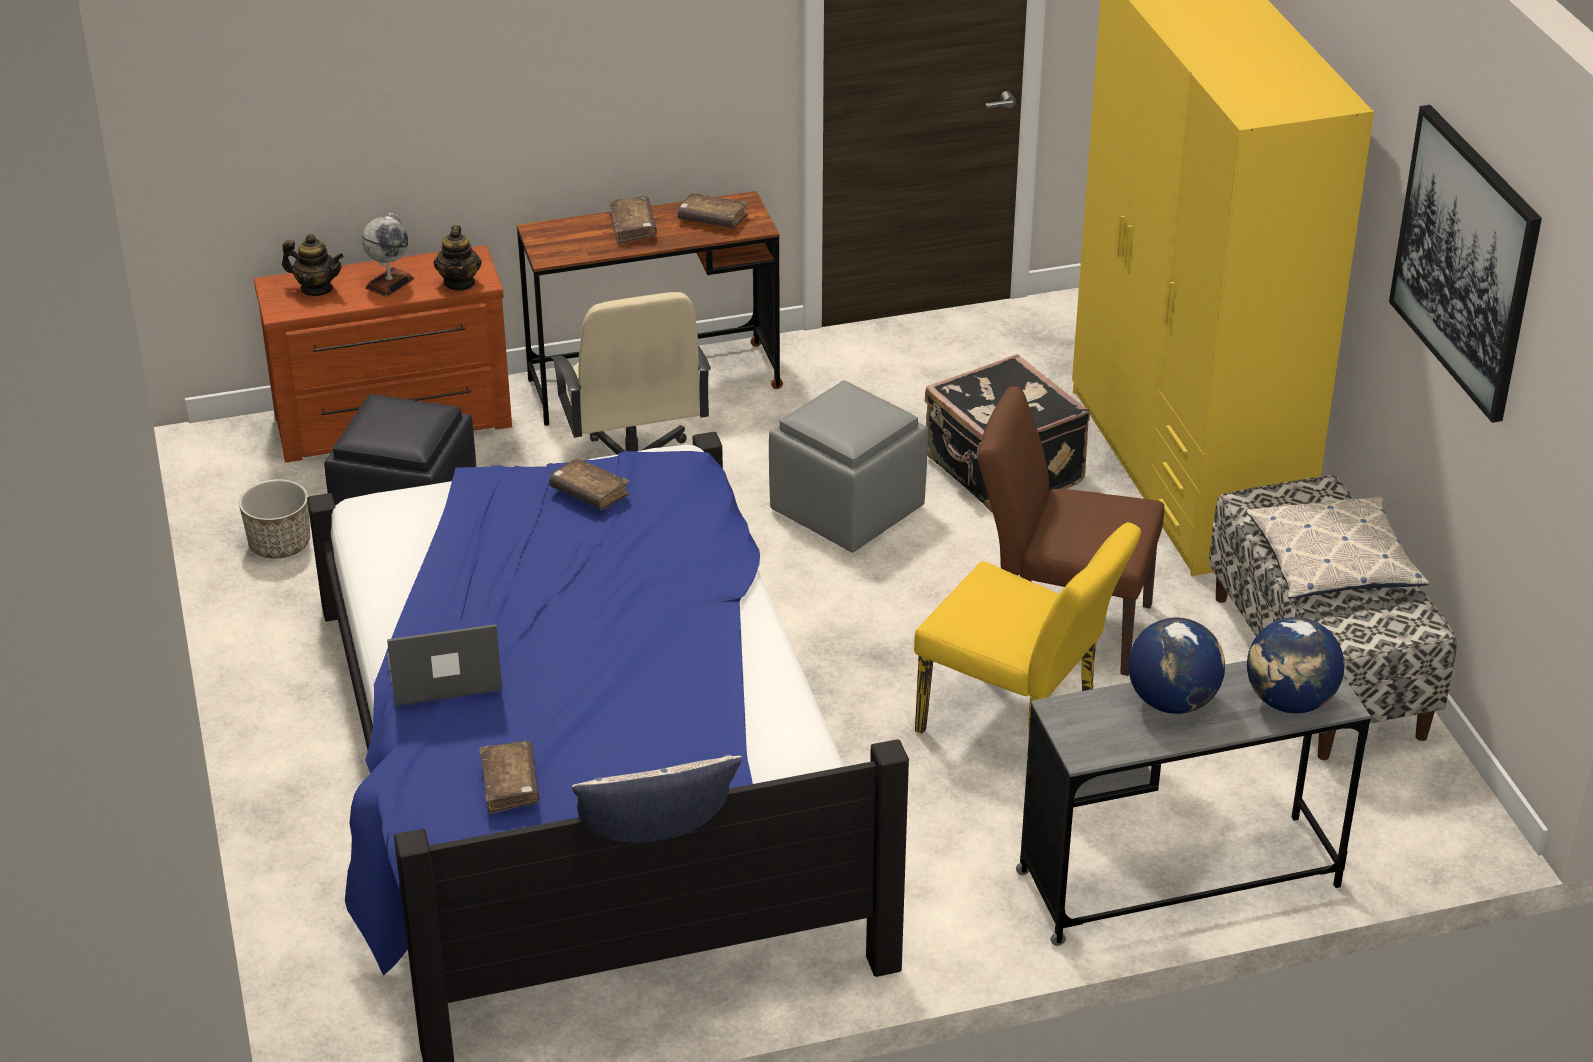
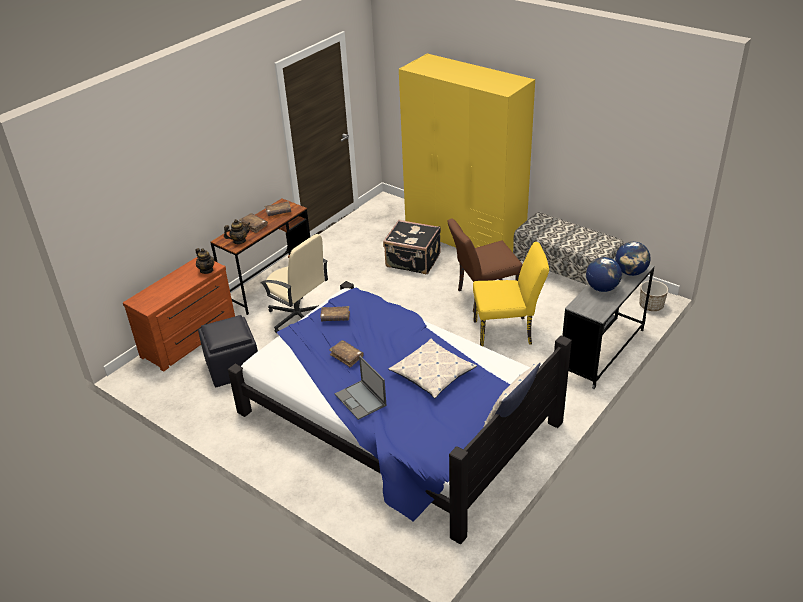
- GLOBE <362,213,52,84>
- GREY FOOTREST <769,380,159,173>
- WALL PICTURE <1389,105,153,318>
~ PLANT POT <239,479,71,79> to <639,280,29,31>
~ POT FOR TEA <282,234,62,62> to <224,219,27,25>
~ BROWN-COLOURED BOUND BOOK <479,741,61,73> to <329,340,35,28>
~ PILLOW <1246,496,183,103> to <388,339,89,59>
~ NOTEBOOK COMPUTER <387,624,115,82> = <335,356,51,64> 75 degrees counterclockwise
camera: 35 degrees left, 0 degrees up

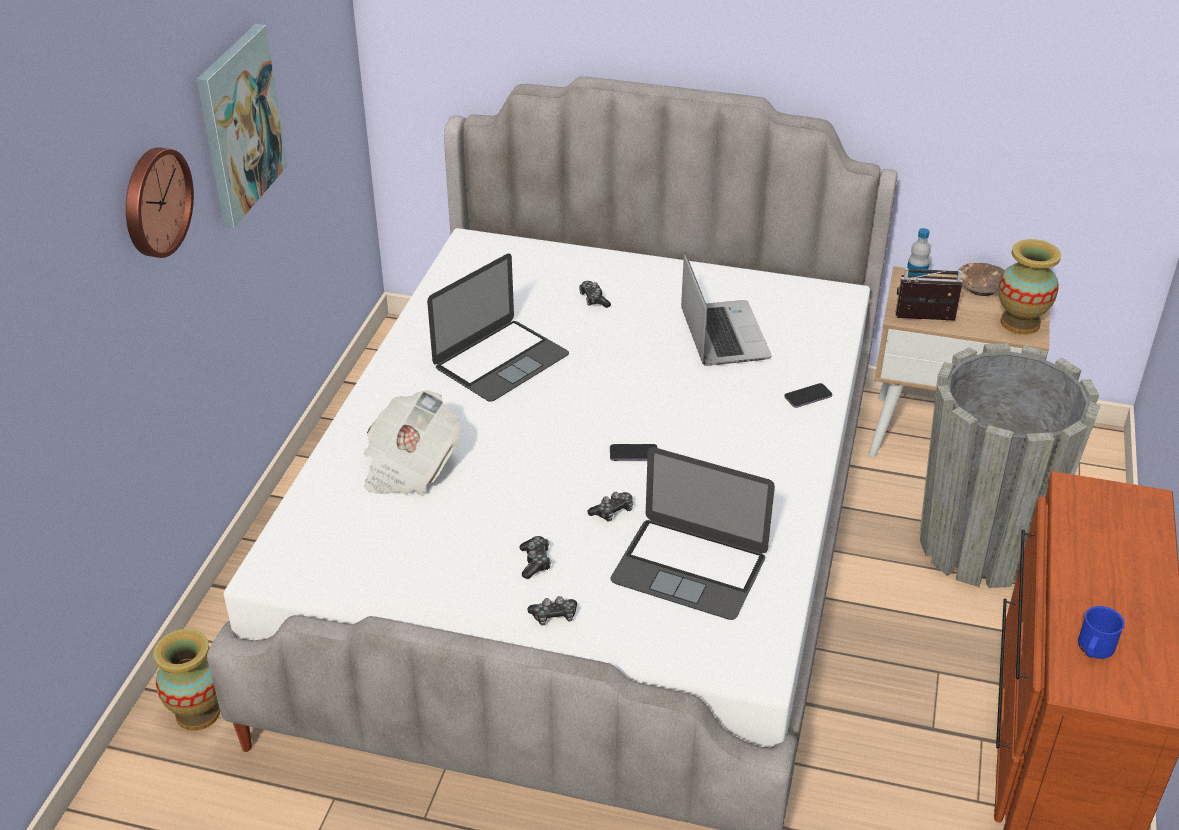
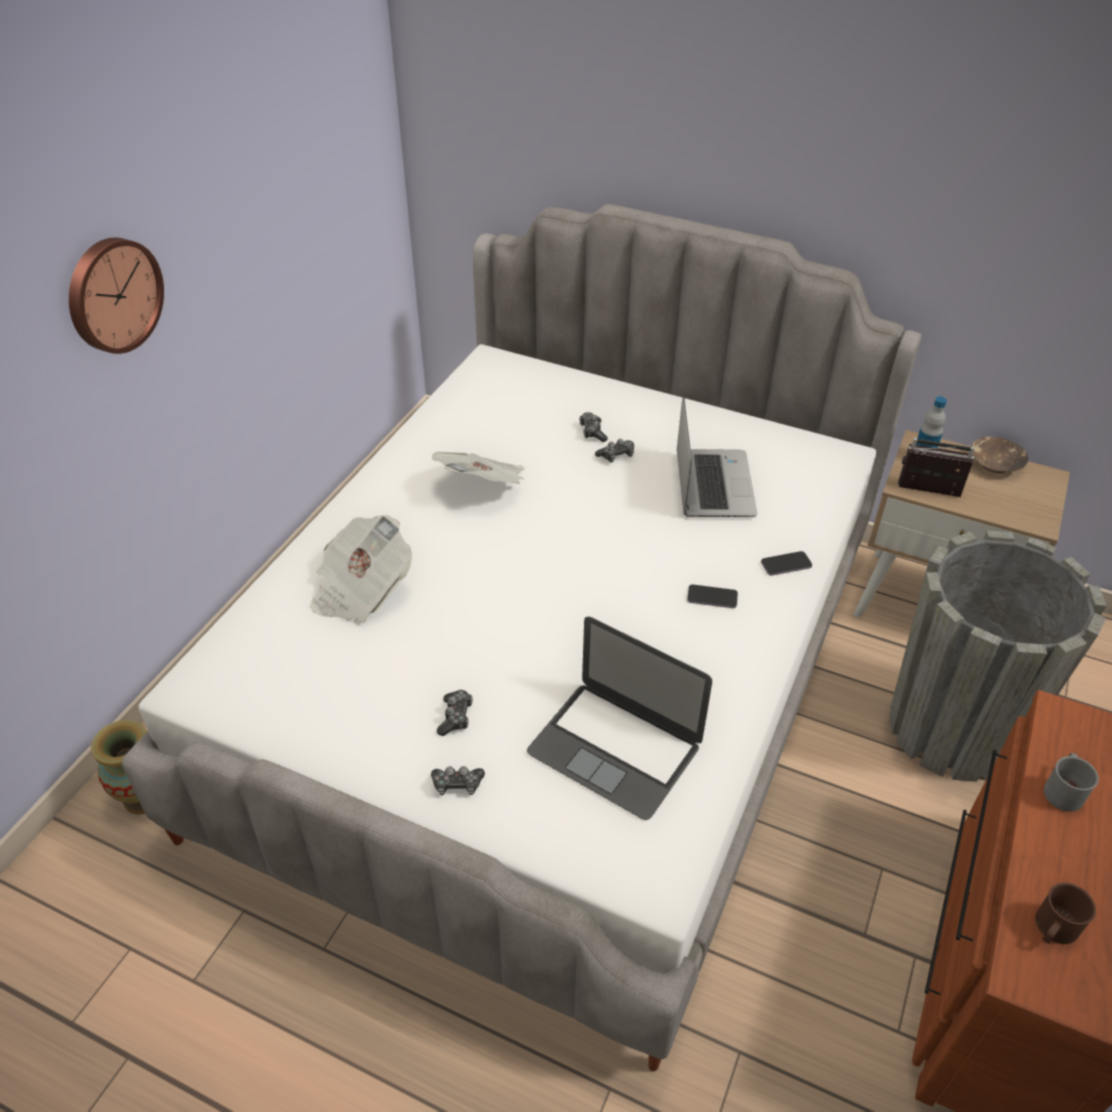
- WALL PICTURE <197,24,90,203>
- DECORATIVE VASE <999,239,62,96>
+ GREY MUG <1044,753,55,59>
~ GAME CONTROLLER <587,492,46,29> to <595,439,39,24>
~ PHONE <610,444,47,17> to <687,584,51,24>
~ NOTEBOOK COMPUTER <427,253,142,148> to NEWSPAPER <432,452,92,32>
~ BLUE-COLOURED MUG <1078,606,47,53> to BROWN-COLOURED MUG <1035,883,61,61>
camera: 10 degrees right, 5 degrees up

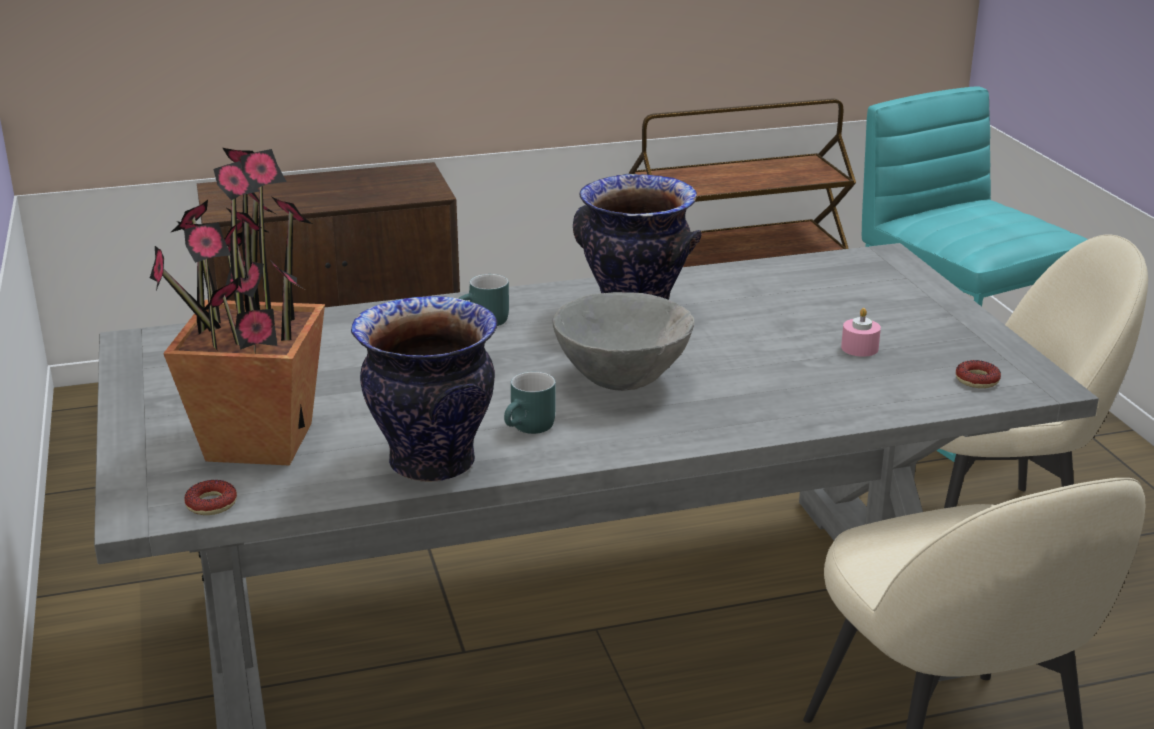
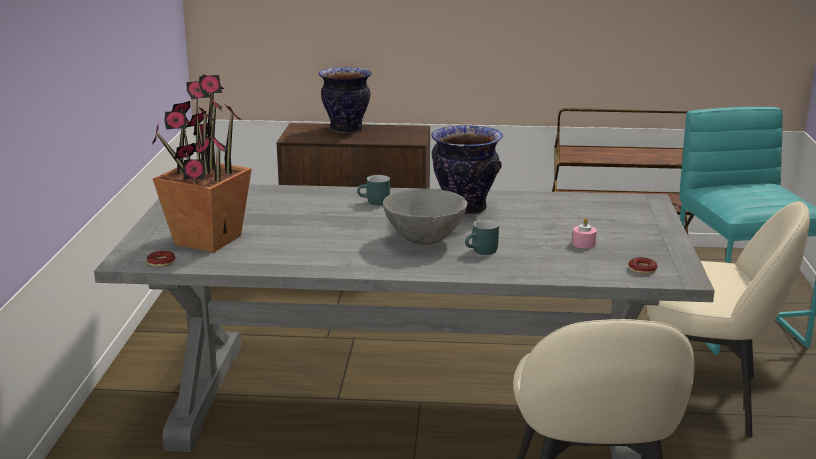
~ DECORATIVE VASE <351,296,147,186> to <319,67,53,66>
~ TURQUOISE MUG <504,372,51,62> to <465,220,34,35>
camera: 20 degrees right, 5 degrees down

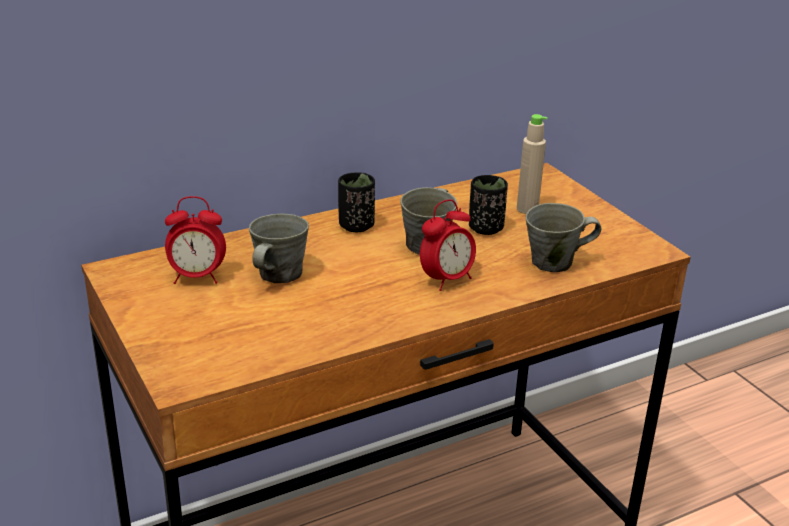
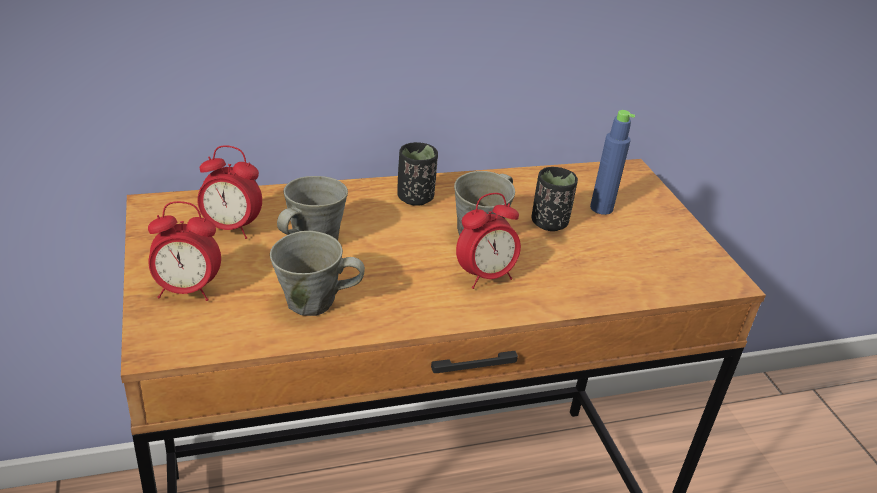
+ ALARM CLOCK <148,201,73,100>
~ GREY MUG <525,203,76,69> to <270,231,95,85>
~ BEIGE-COLOURED BOTTLE <517,114,30,100> to BLUE-COLOURED BOTTLE <590,110,45,105>
camera: 10 degrees right, 5 degrees up

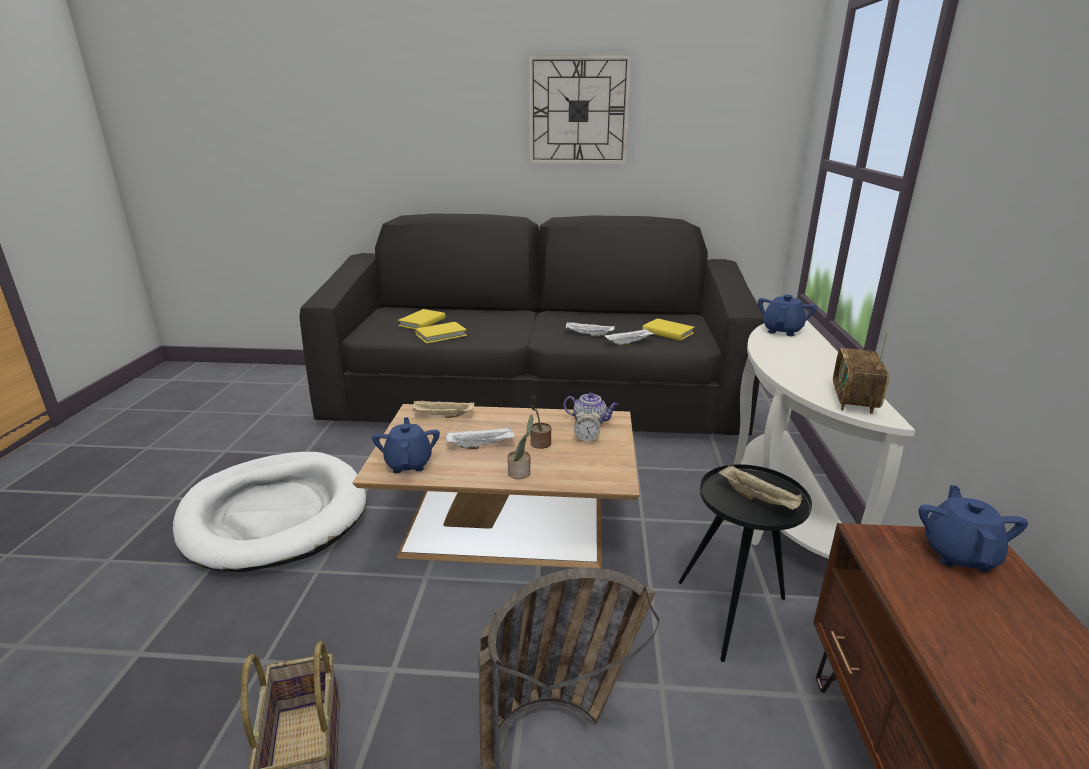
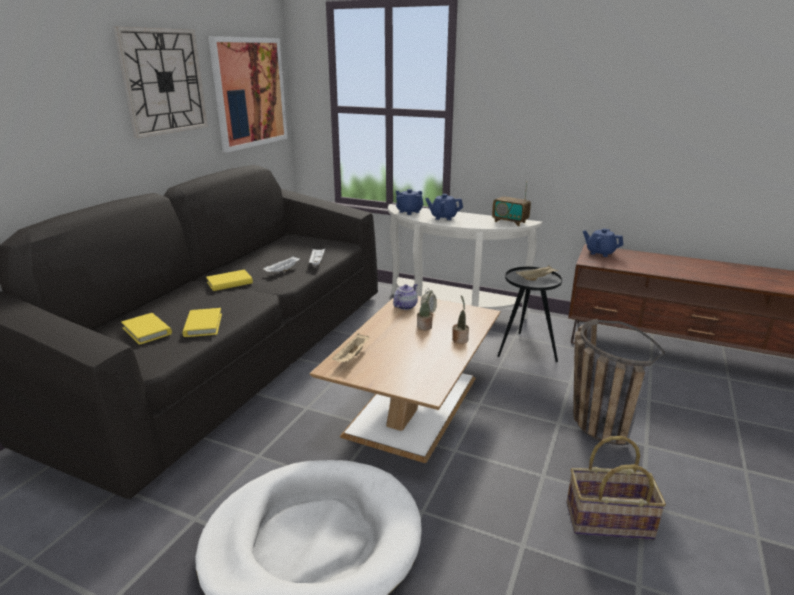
- WHITISH TRAY <446,426,69,23>
+ WALL PICTURE <208,36,80,116>
~ BLUE-COLOURED POT FOR TEA <372,417,68,56> to <425,194,38,26>
~ YELLOW-COLOURED BOUND BOOK <642,318,53,23> to <206,270,47,21>
camera: 70 degrees left, 0 degrees up

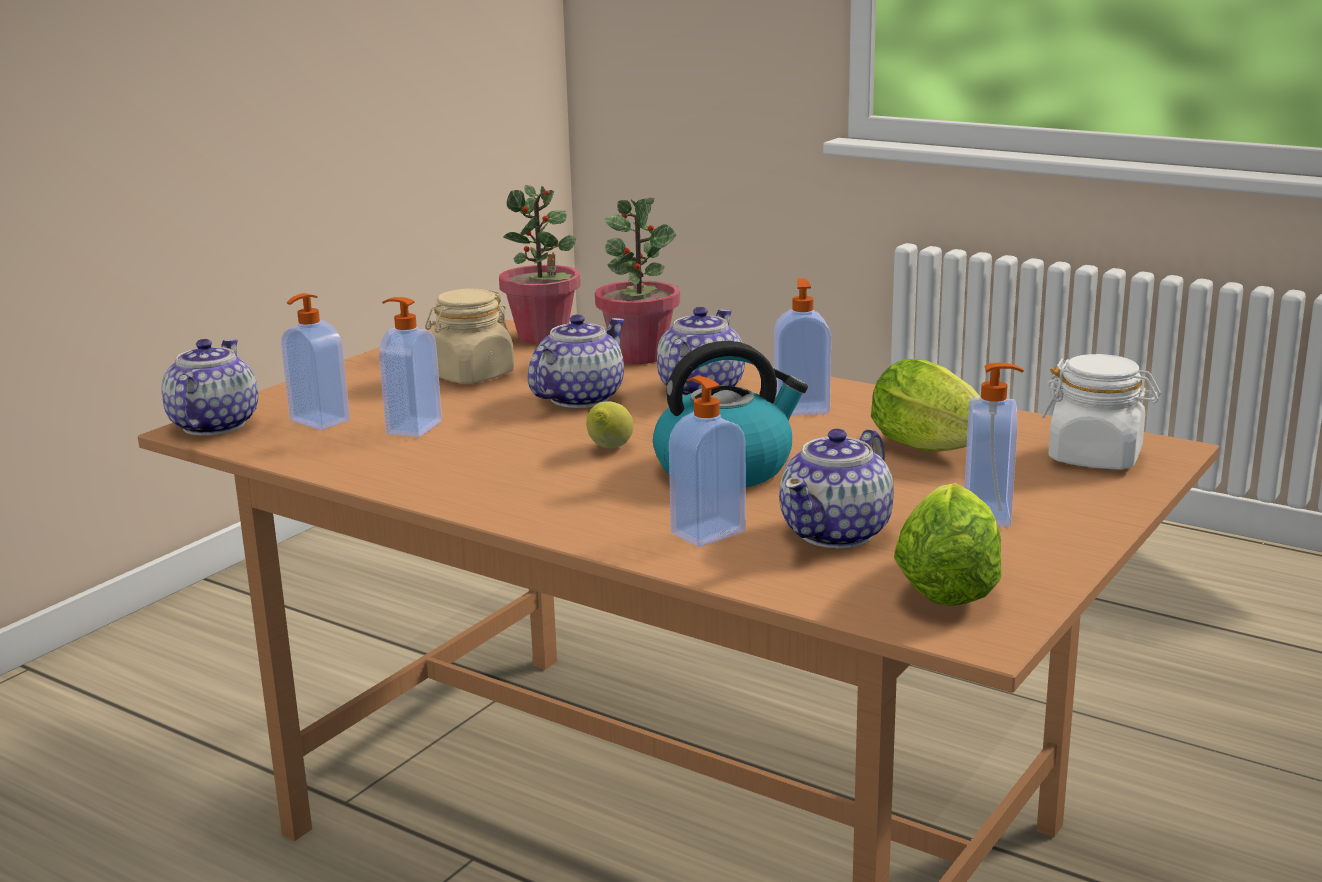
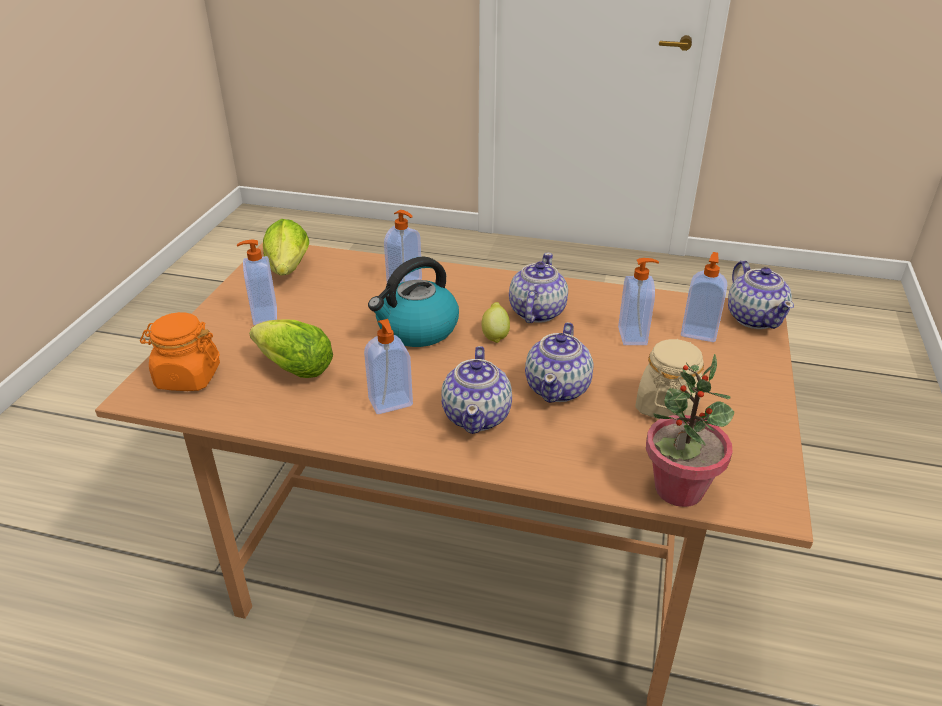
- HOUSEPLANT <595,198,85,166>
~ POT FOR TEA <779,429,115,120> to <509,253,59,70>
~ WHITISH STORAGE JAR <1042,354,119,115> to ORANGEY STORAGE JAR <140,312,80,79>
camera: 160 degrees right, 15 degrees up

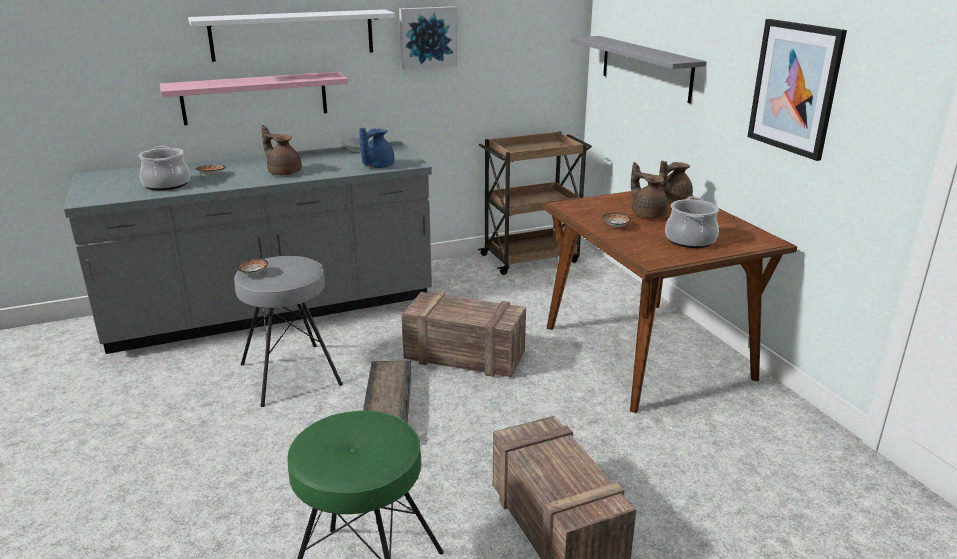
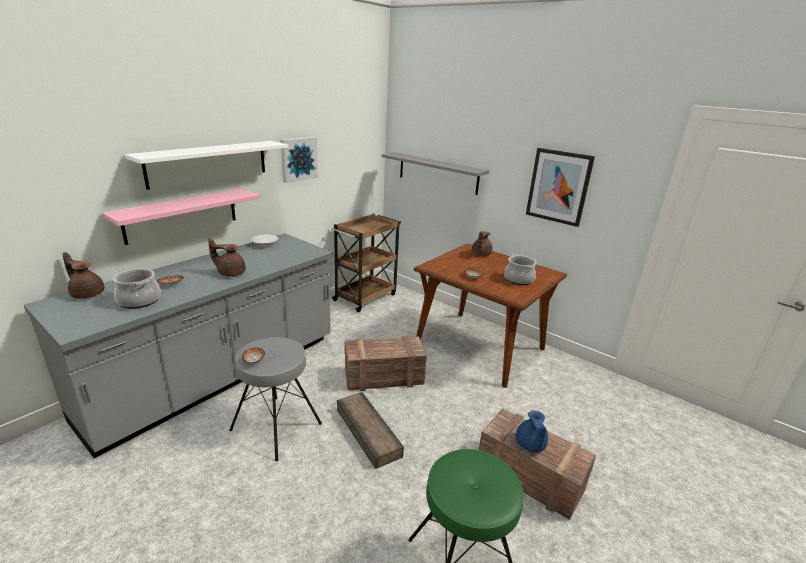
~ BLUE-COLOURED POT FOR TEA <359,128,35,40> to <516,410,32,42>
~ BROWN-COLOURED POT FOR TEA <631,162,38,56> to <63,252,42,47>
camera: 30 degrees left, 0 degrees up

